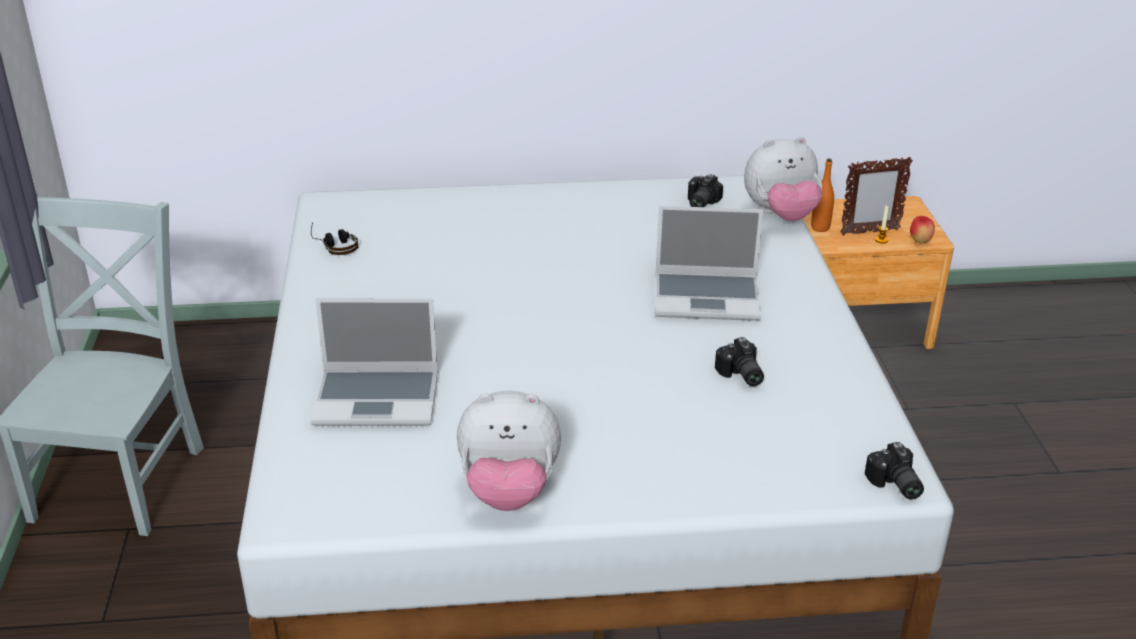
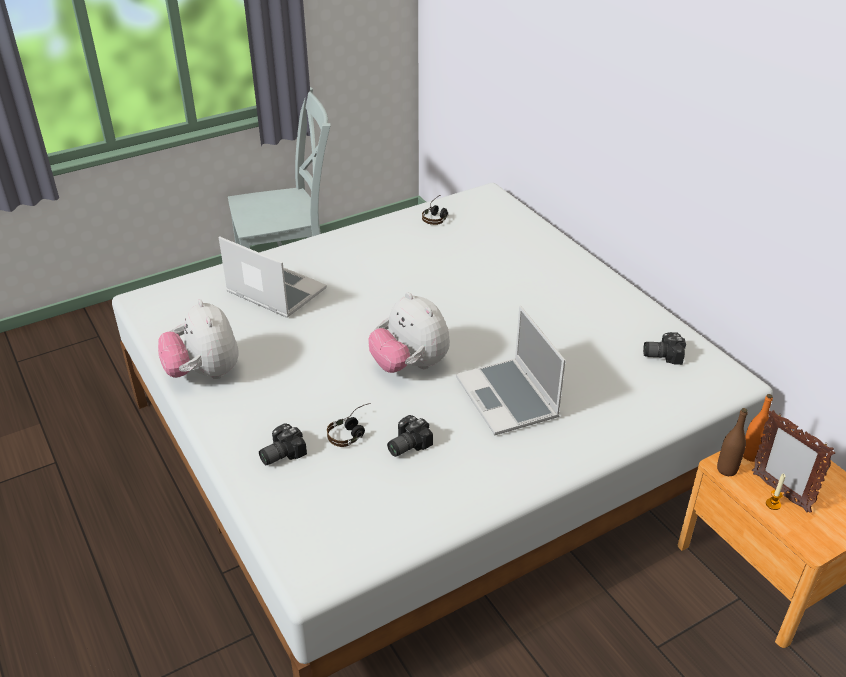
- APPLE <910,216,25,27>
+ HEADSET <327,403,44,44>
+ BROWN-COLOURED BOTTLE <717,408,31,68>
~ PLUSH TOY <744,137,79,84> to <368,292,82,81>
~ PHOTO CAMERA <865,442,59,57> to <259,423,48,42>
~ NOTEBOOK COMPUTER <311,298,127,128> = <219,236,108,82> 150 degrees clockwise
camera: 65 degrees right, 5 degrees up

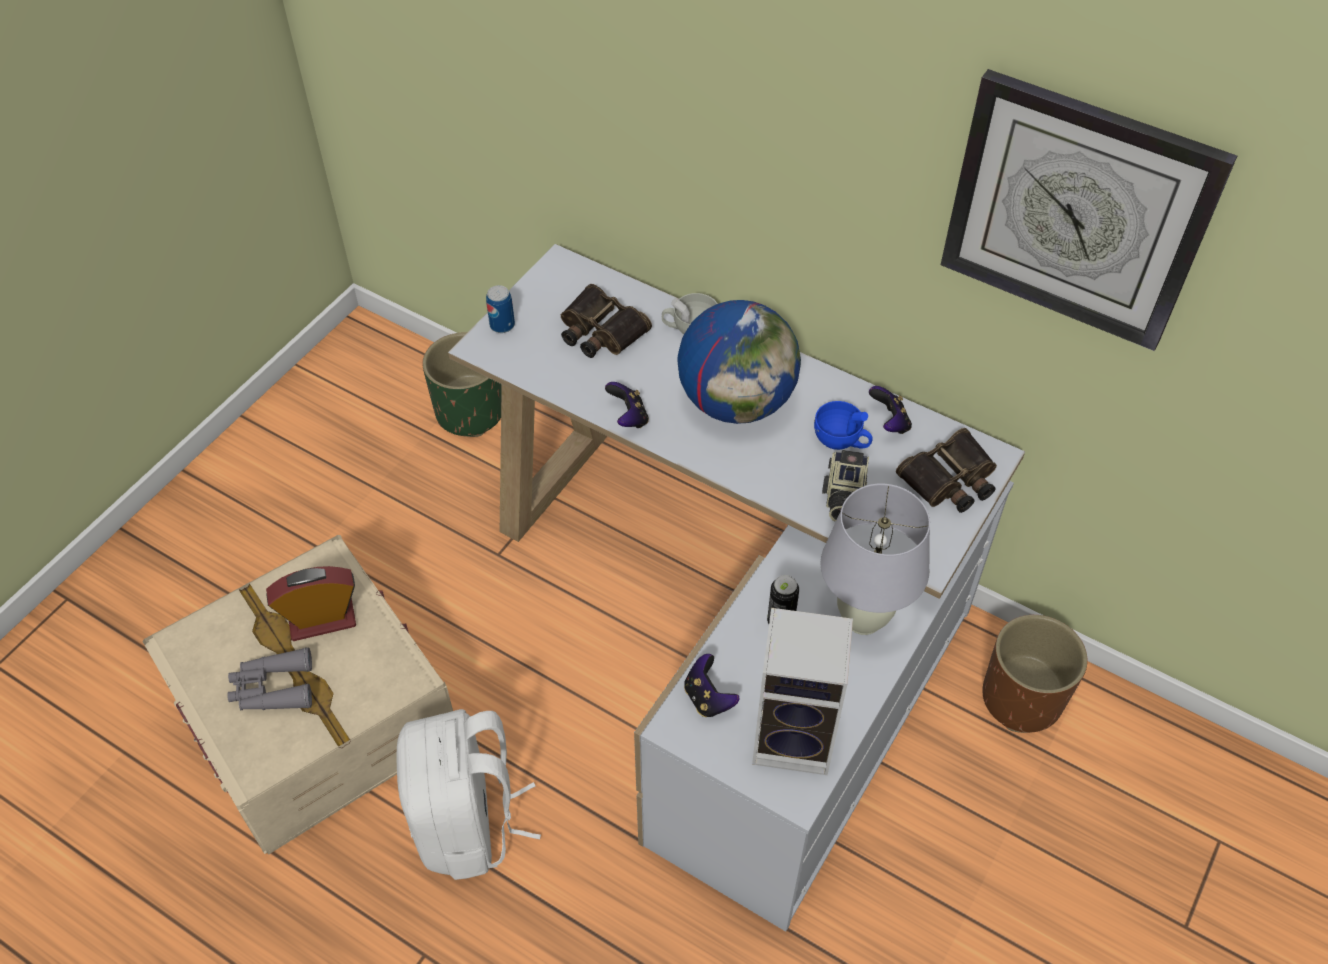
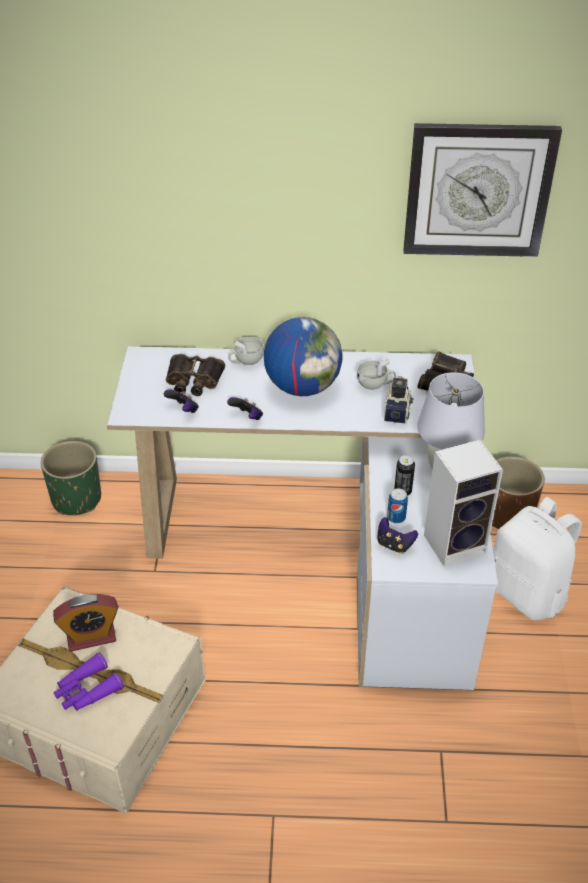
~ WHITISH KNAPSACK <396,709,145,171> to <493,497,89,124>
~ METAL CAN <486,285,29,48> to <387,488,21,36>
~ GAME CONTROLLER <869,386,43,48> to <164,389,34,24>
~ GREY BINOCULARS <227,647,85,63> to PURPLISH BINOCULARS <54,652,70,59>
~ BLUE-COLOURED CUP <814,401,59,49> to WHITISH CUP <357,358,39,32>
~ ALARM CLOCK <266,566,90,75> = <53,594,65,58> 150 degrees counterclockwise
~ PHOTO CAMERA <822,450,47,72> = <384,376,29,48> 150 degrees counterclockwise
camera: 30 degrees left, 10 degrees down

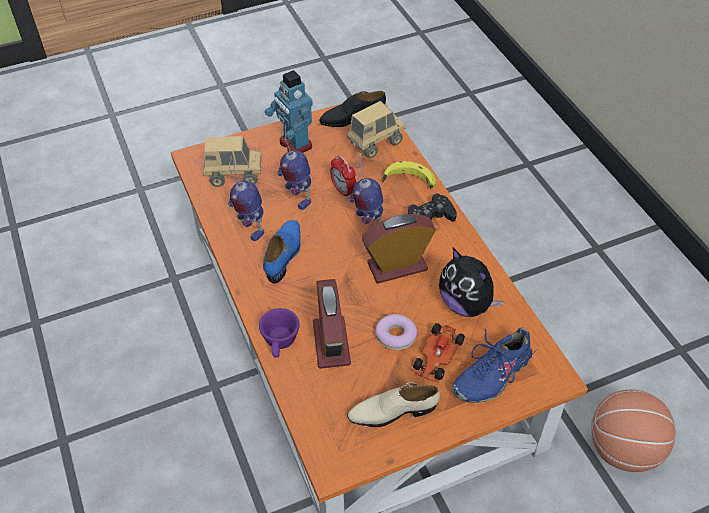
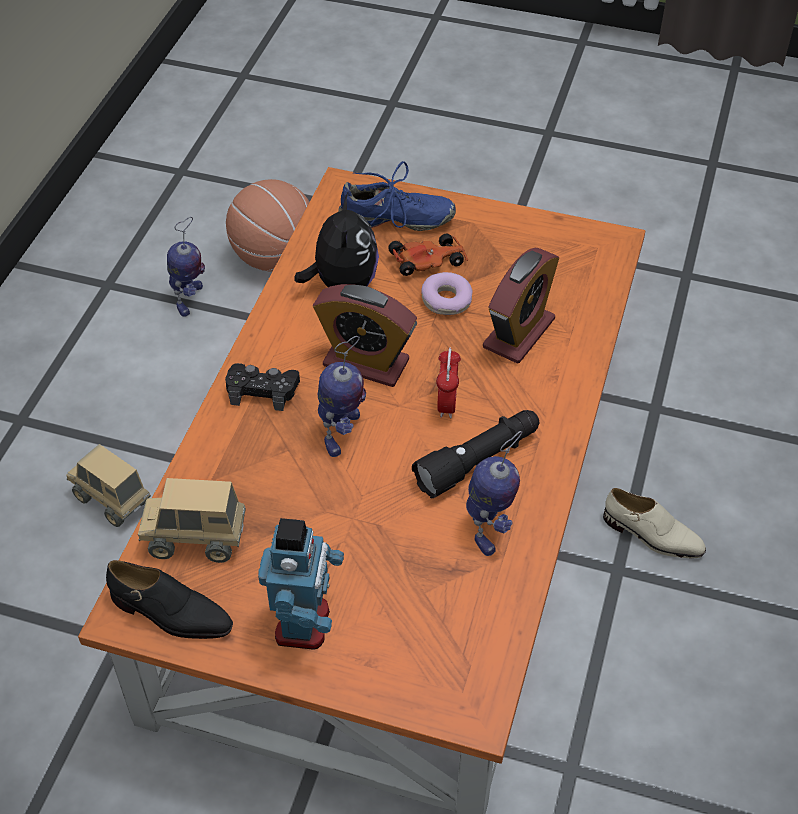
- PURPLISH CUP <259,308,41,50>
- WHOLE BANANA <382,161,54,27>
~ TOY LORRY <203,136,58,51> to <66,444,85,83>
~ MODEL ROBOT <278,124,33,86> to <167,217,38,100>
~ ALARM CLOCK <330,155,26,44> to <436,347,25,71>
~ BEIGE-COLOURED SHOE <347,382,93,45> to <603,488,103,70>
~ BLUE-COLOURED SHOE <263,220,38,63> to BLACKISH TORCH <412,410,127,88>
camera: 140 degrees left, 0 degrees up

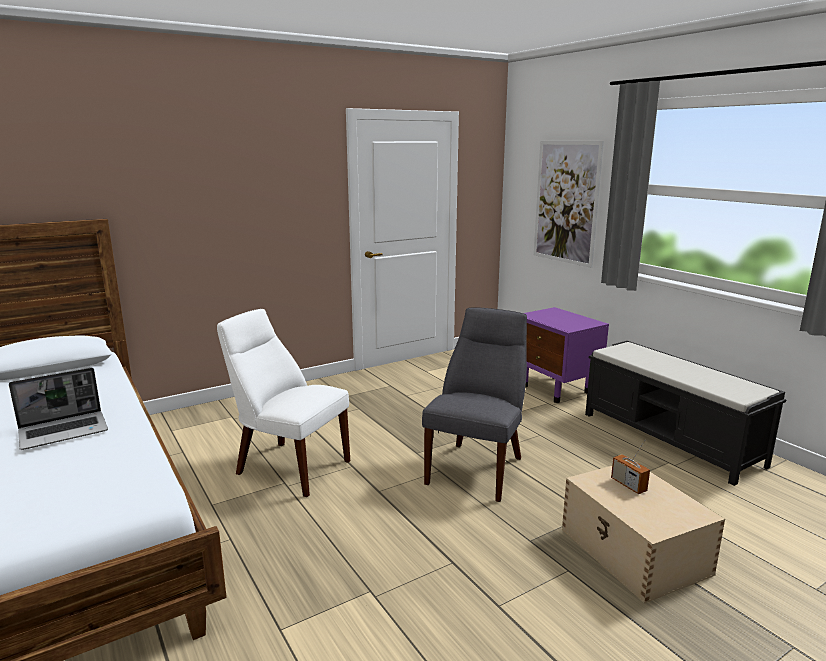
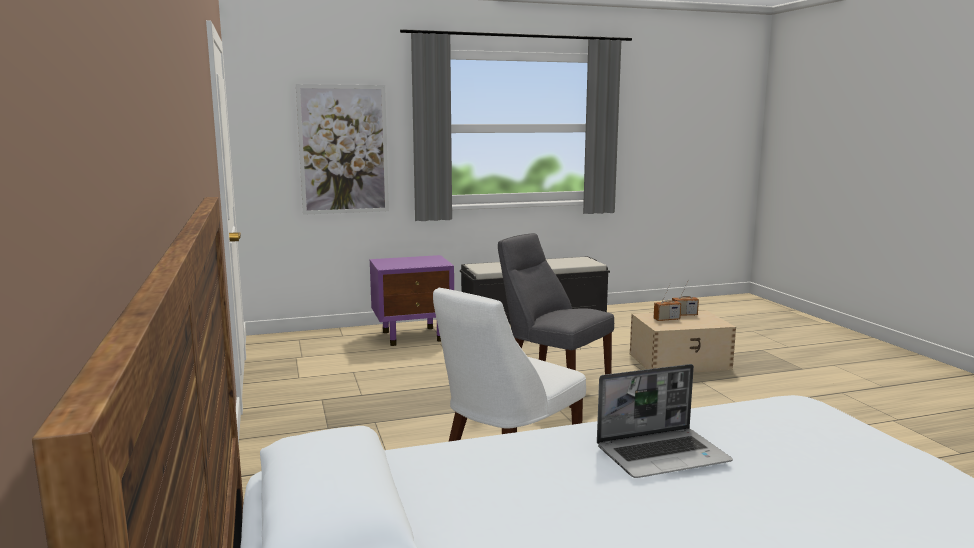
+ RADIO RECEIVER <672,279,27,37>
~ NOTEBOOK COMPUTER <9,368,99,82> = <597,364,136,114> 90 degrees clockwise
camera: 75 degrees left, 5 degrees down

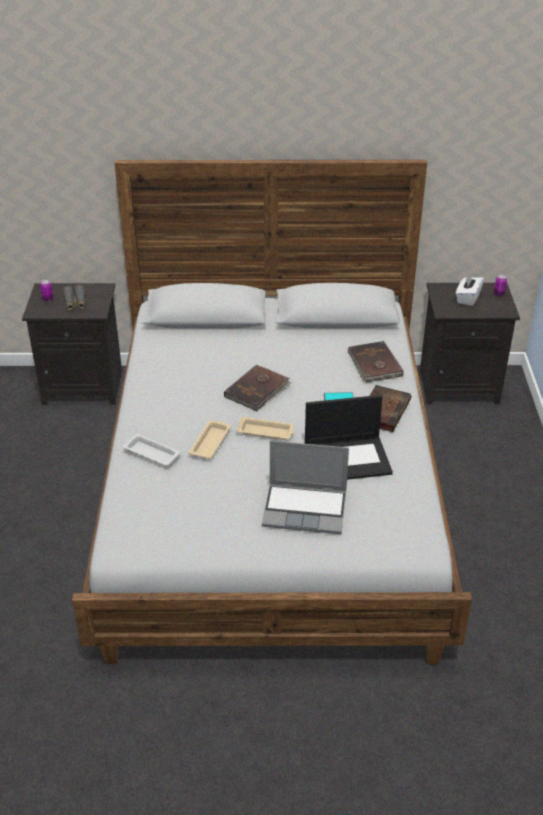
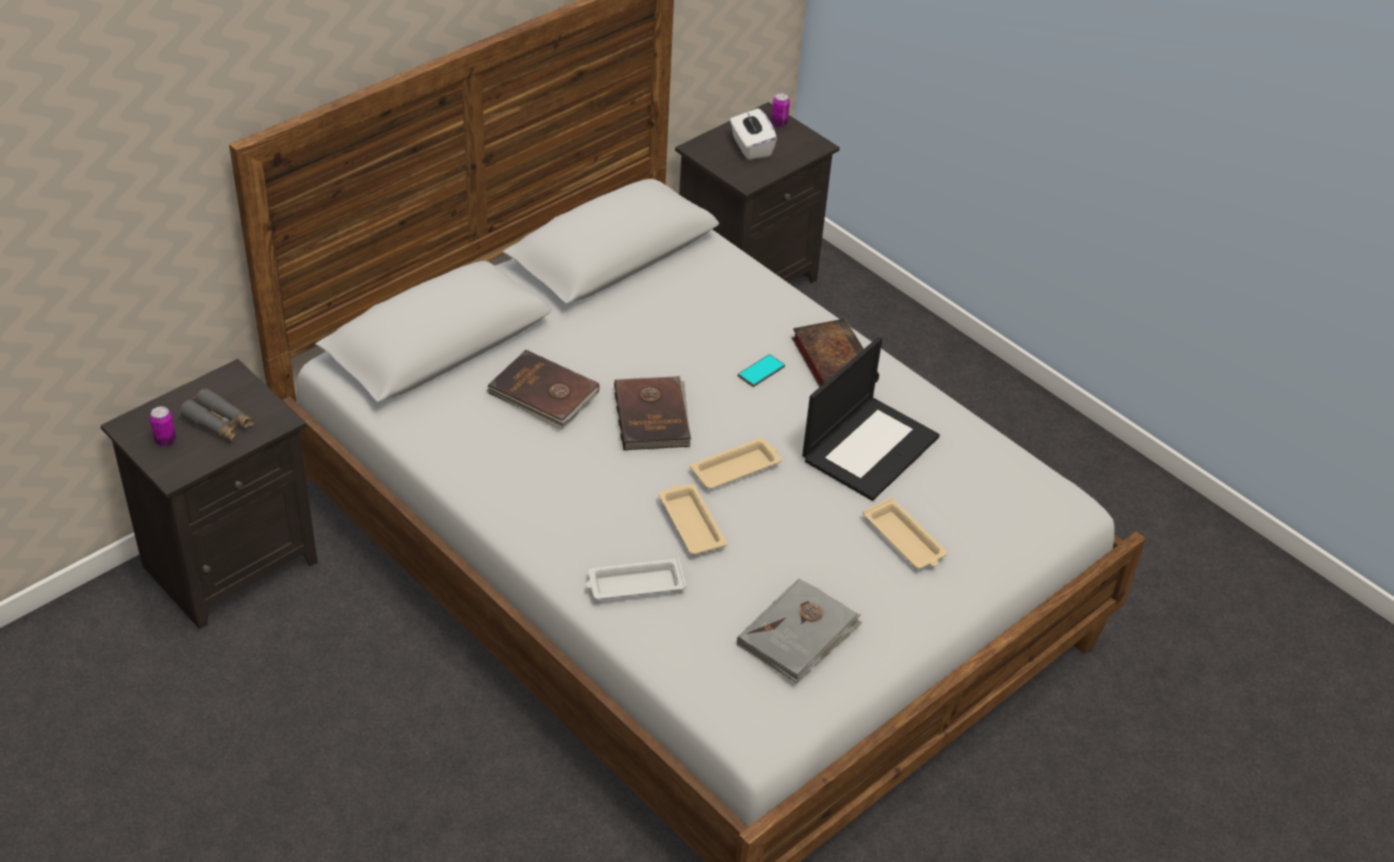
+ GREY BOUND BOOK <737,578,125,105>
~ BROWN-COLOURED BOUND BOOK <348,341,56,41> to <486,350,113,79>
~ NOTEBOOK COMPUTER <262,441,87,93> to BEIGE-COLOURED TRAY <863,498,84,71>
camera: 45 degrees left, 5 degrees up

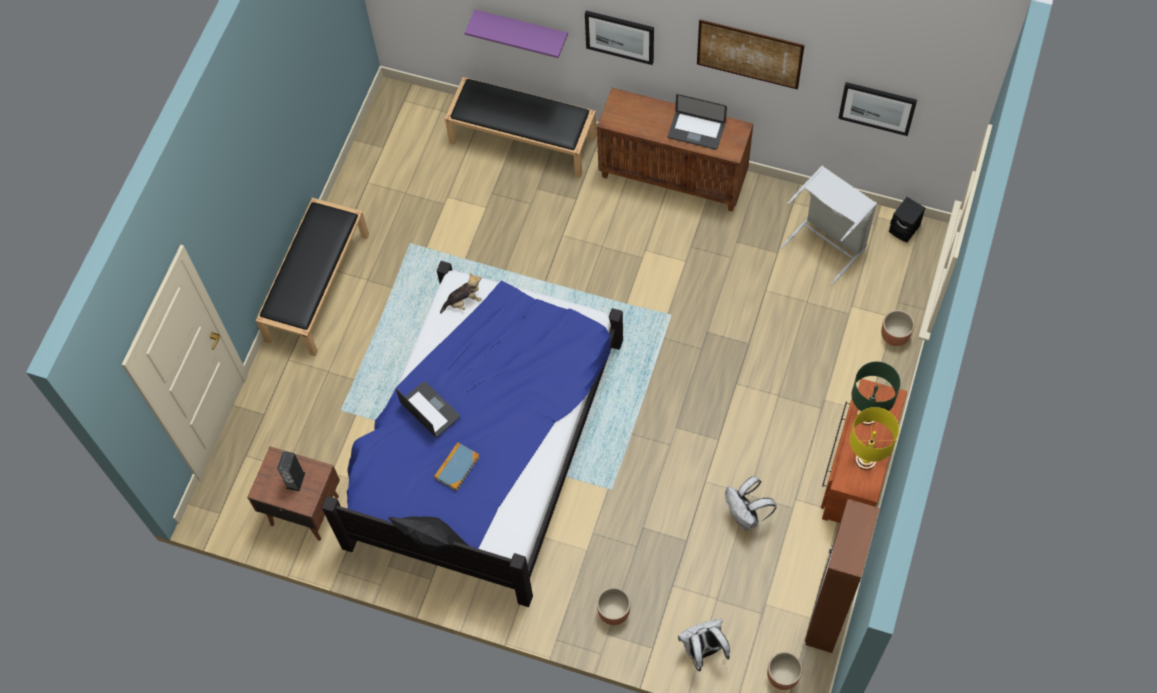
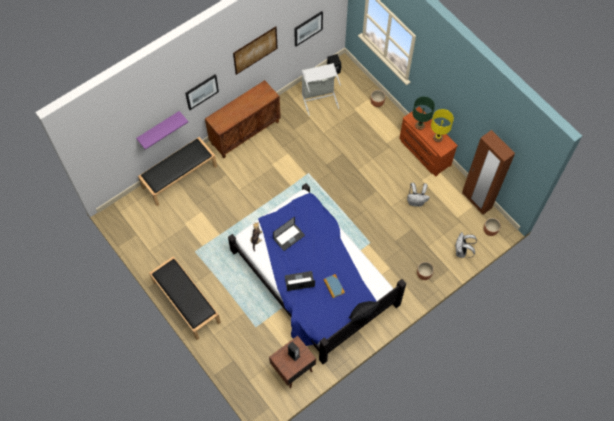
~ NOTEBOOK COMPUTER <668,94,59,55> to <273,217,32,34>
camera: 60 degrees left, 0 degrees up

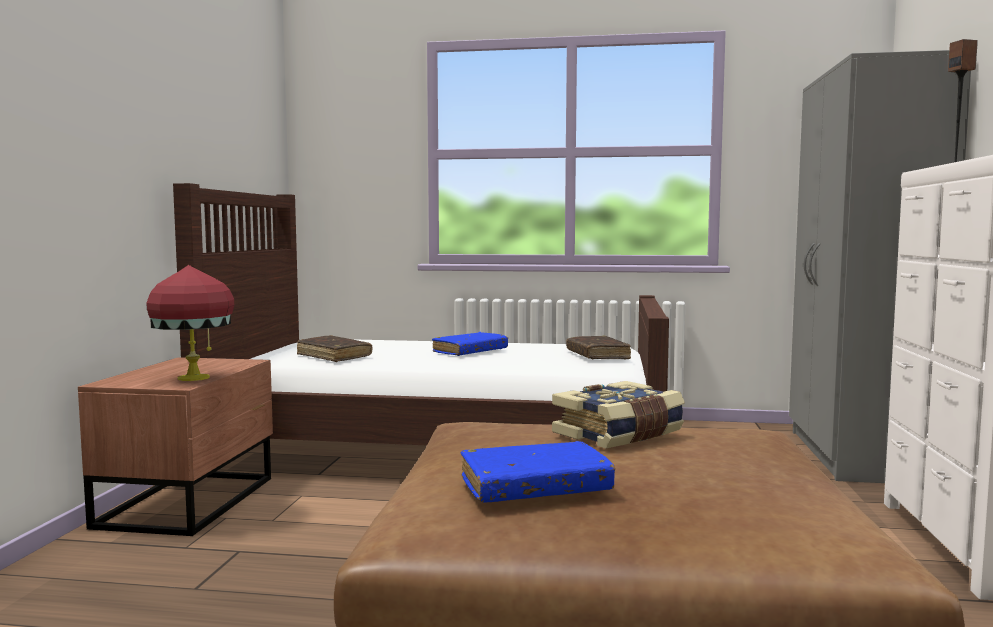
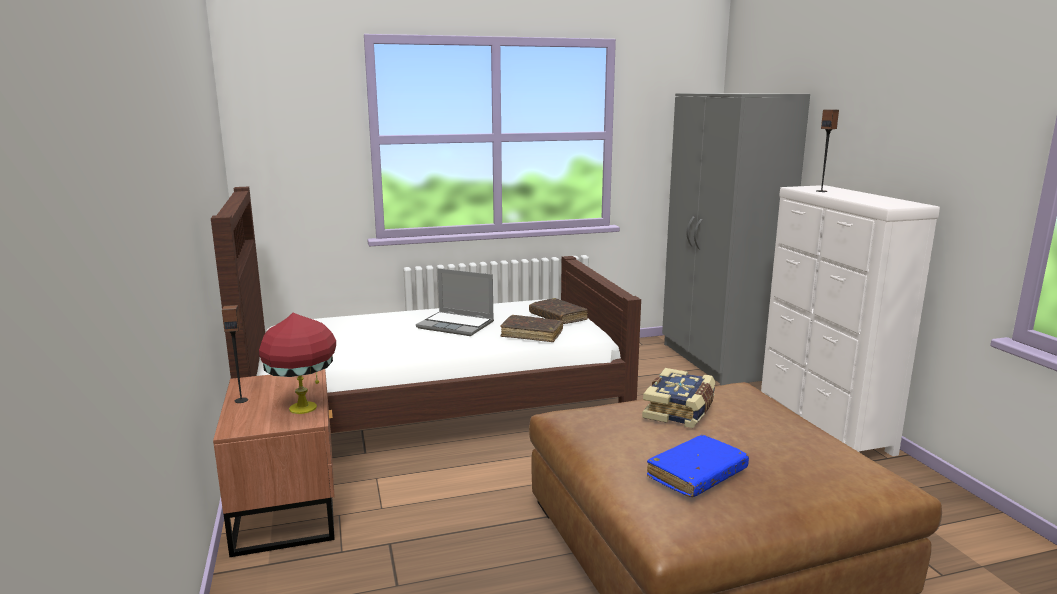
+ SPEAKER <222,305,26,98>
~ BROWN-COLOURED BOUND BOOK <297,335,75,27> to <500,315,63,27>
~ BLUE-COLOURED BOUND BOOK <432,332,76,24> to NOTEBOOK COMPUTER <416,268,78,68>
camera: 25 degrees left, 10 degrees up

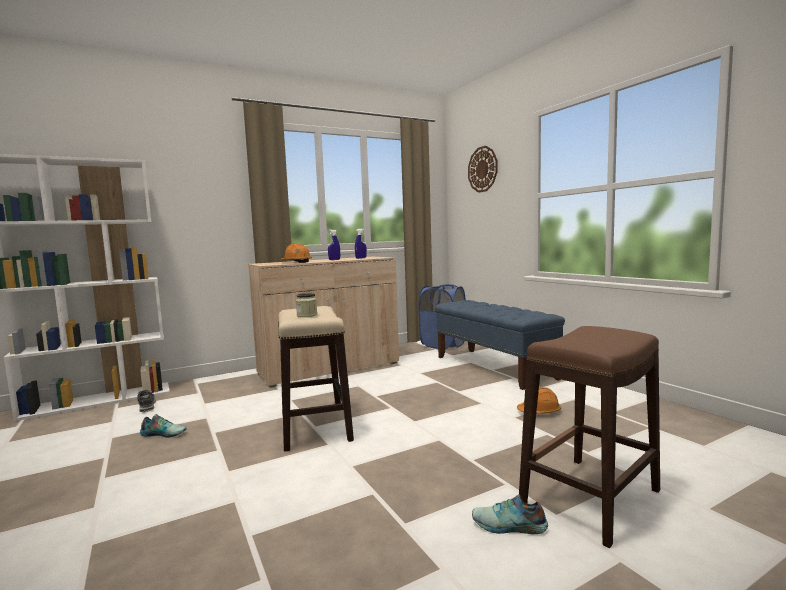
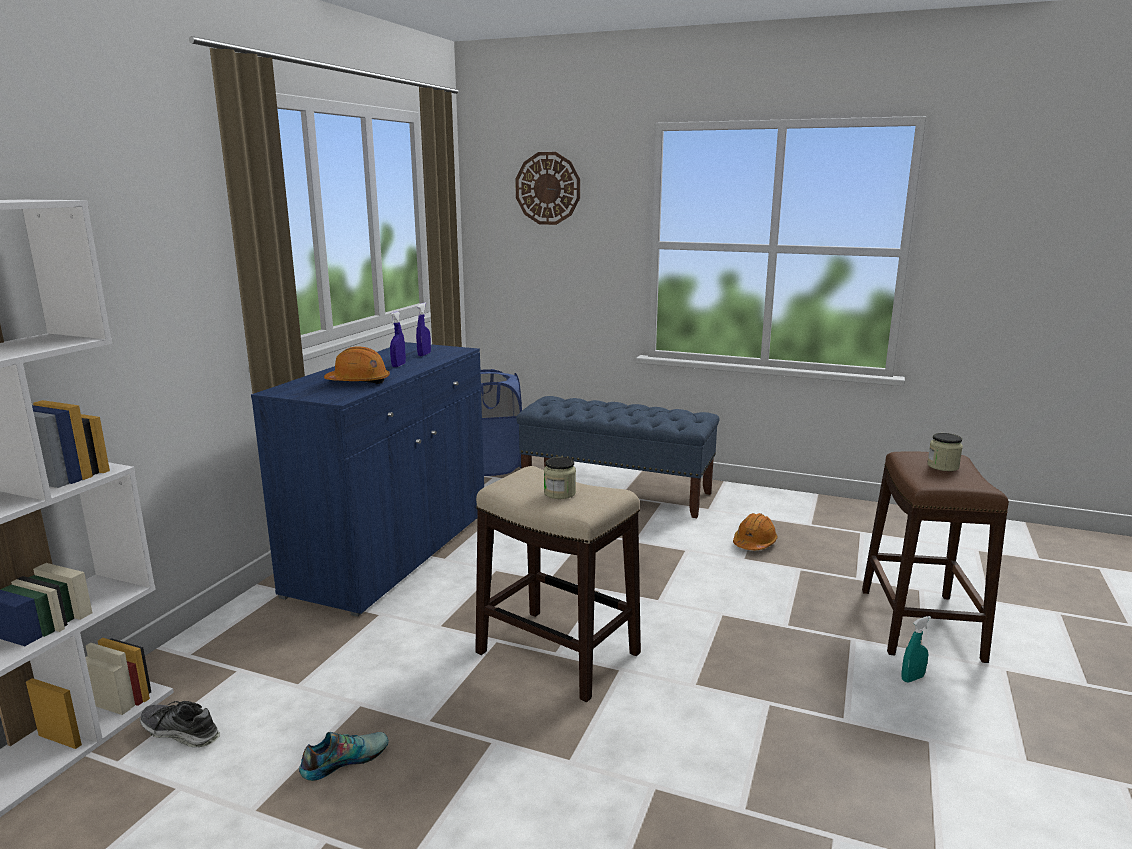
+ STORAGE JAR <927,433,36,38>
~ SHOE <472,495,76,39> to TURQUOISE SPRAYER <901,616,30,66>
~ BEIGE-COLOURED CUPBOARD <248,257,151,131> to BLUE-COLOURED CUPBOARD <251,342,233,275>
camera: 40 degrees left, 10 degrees up

